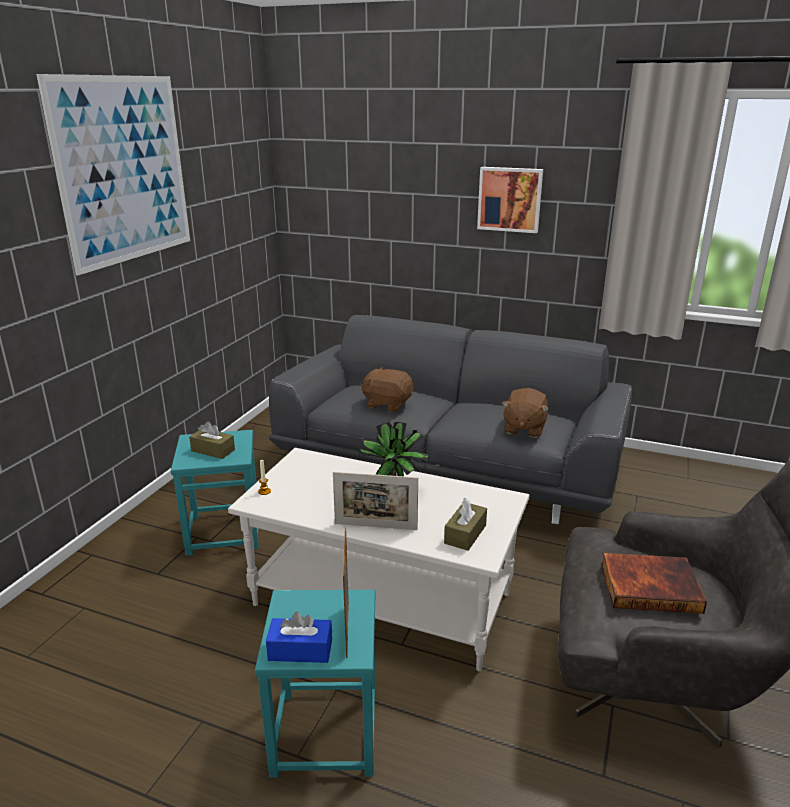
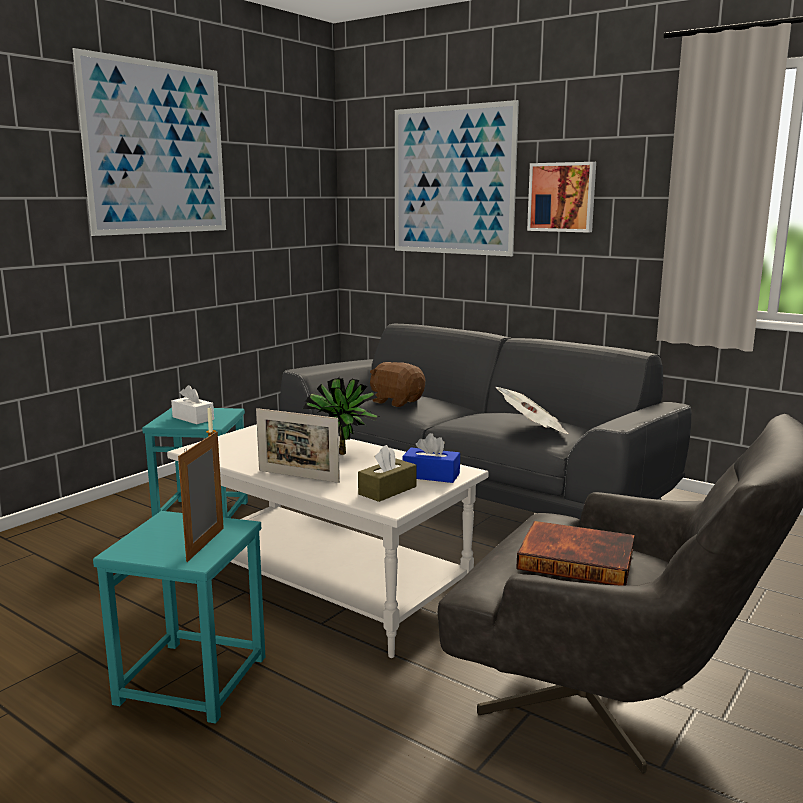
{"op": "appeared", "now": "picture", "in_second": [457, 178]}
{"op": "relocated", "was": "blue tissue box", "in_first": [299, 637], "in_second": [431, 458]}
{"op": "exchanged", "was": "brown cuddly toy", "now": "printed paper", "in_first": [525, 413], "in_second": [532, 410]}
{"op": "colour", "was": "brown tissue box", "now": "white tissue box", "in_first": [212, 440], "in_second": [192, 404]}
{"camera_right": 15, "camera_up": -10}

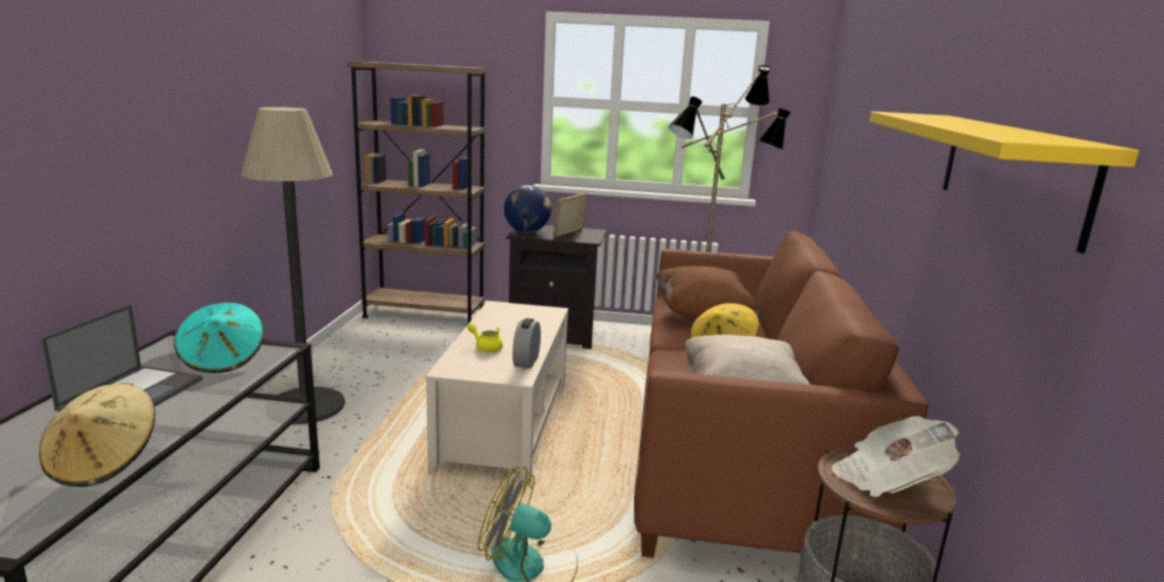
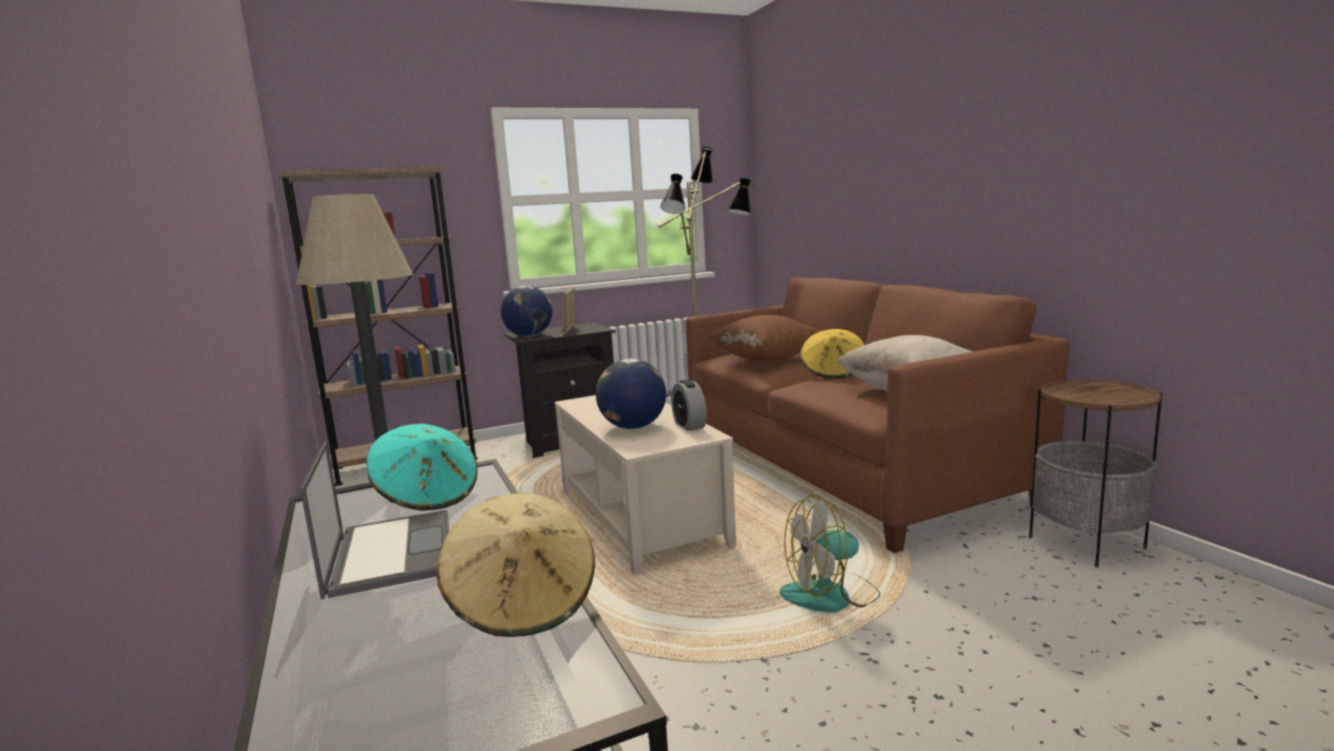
{"op": "missing", "was": "printed paper", "in_first": [896, 456]}
{"op": "missing", "was": "yellow-coloured bracket shelf", "in_first": [1004, 182]}
{"op": "exchanged", "was": "yellow-coloured teapot", "now": "world globe", "in_first": [485, 337], "in_second": [631, 393]}
{"camera_right": -30, "camera_up": -5}

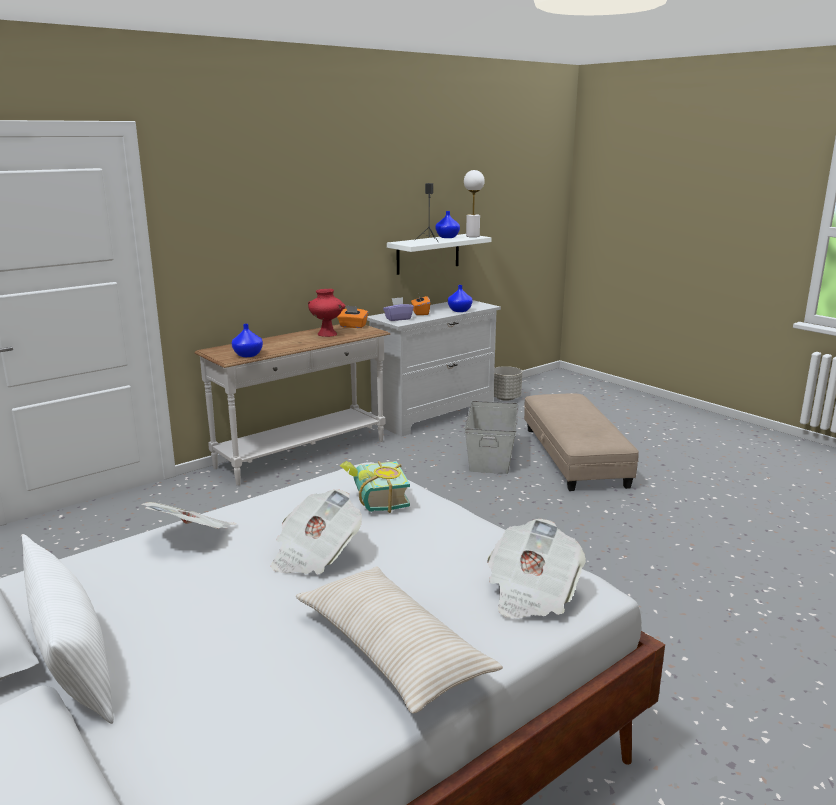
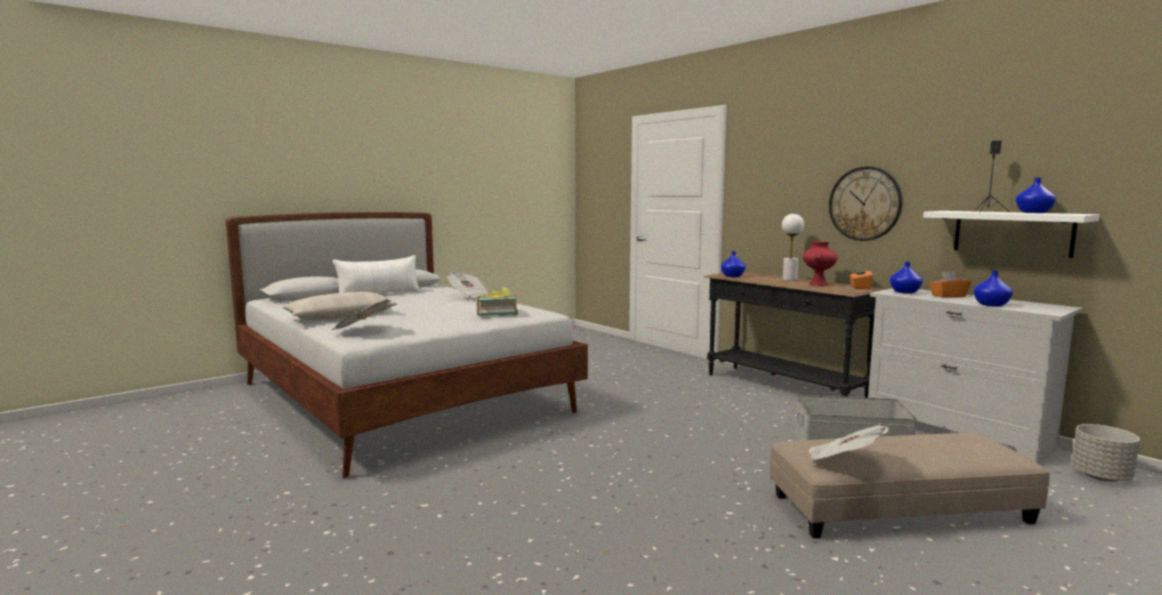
{"op": "appeared", "now": "clock on the wall", "in_second": [866, 204]}
{"op": "relocated", "was": "printed paper", "in_first": [316, 531], "in_second": [848, 443]}
{"op": "relocated", "was": "white tabletop lamp", "in_first": [474, 203], "in_second": [793, 247]}
{"op": "exchanged", "was": "purplish tissue box", "now": "blue flower vase", "in_first": [398, 309], "in_second": [906, 278]}
{"op": "colour", "was": "white hall table", "now": "black-coloured hall table", "in_first": [292, 405], "in_second": [795, 335]}
{"camera_right": 90, "camera_up": -10}

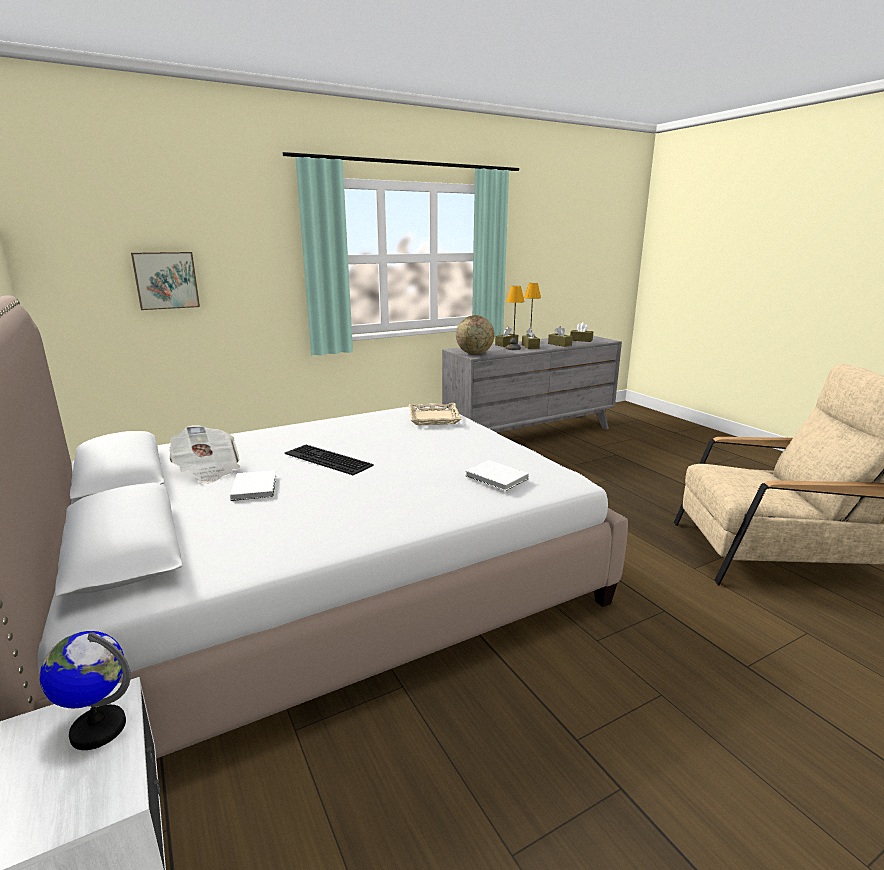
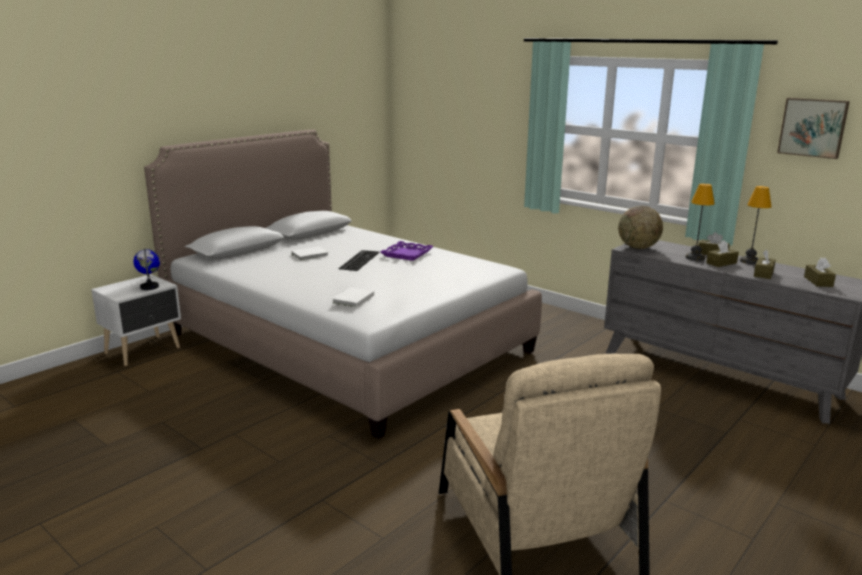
{"op": "missing", "was": "printed paper", "in_first": [204, 454]}
{"op": "missing", "was": "sand-coloured carrying tray", "in_first": [435, 414]}
{"op": "appeared", "now": "purplish carrying tray", "in_second": [407, 251]}
{"op": "relocated", "was": "picture", "in_first": [165, 281], "in_second": [813, 128]}
{"camera_right": 70, "camera_up": 0}

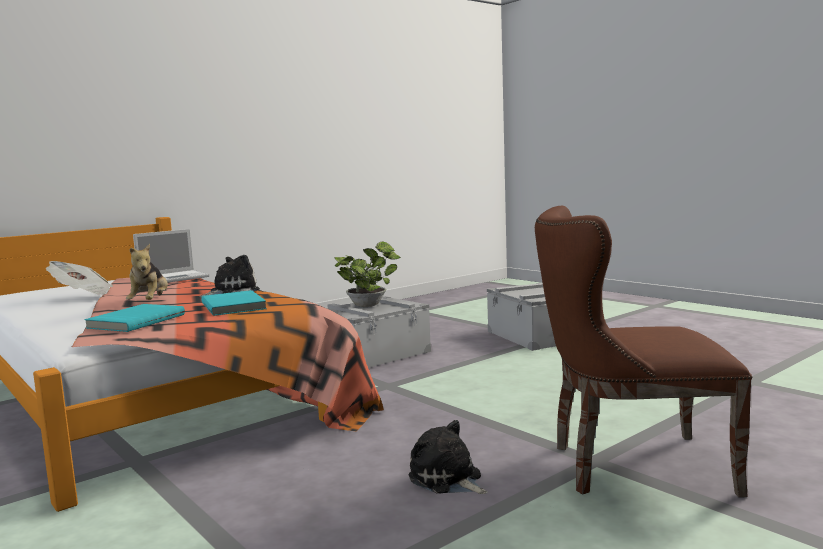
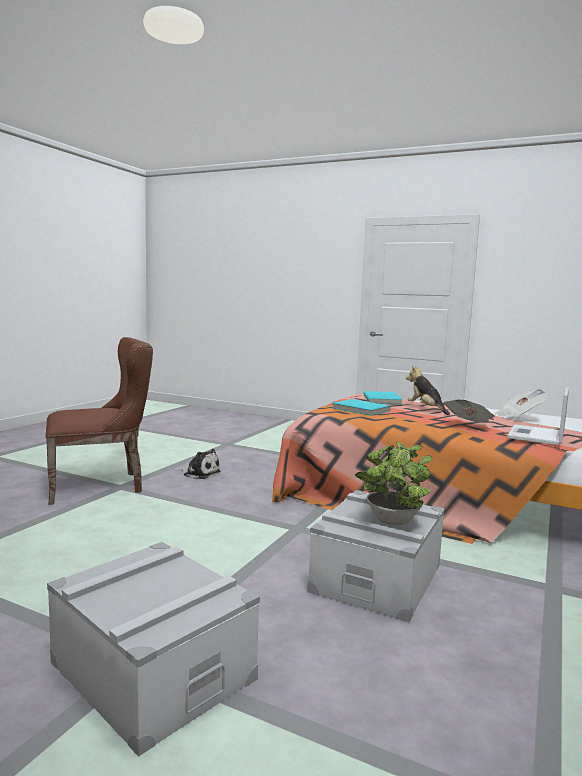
{"op": "missing", "was": "cuddly toy", "in_first": [230, 276]}
{"op": "appeared", "now": "printed paper", "in_second": [469, 411]}
{"camera_right": 155, "camera_up": 0}

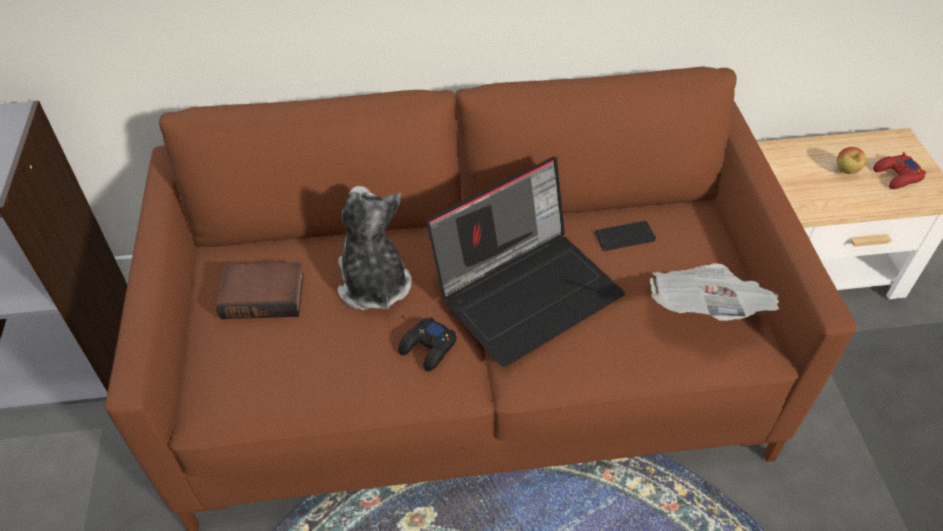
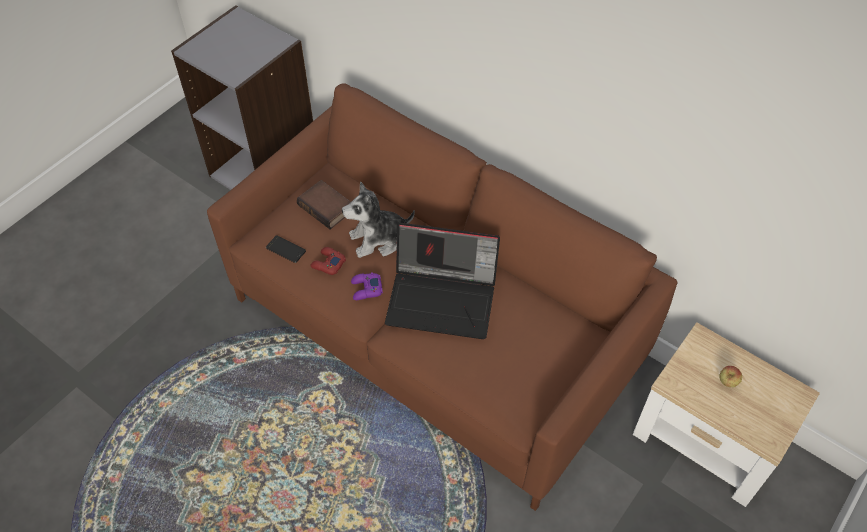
{"op": "missing", "was": "printed paper", "in_first": [714, 292]}
{"op": "relocated", "was": "phone", "in_first": [625, 236], "in_second": [286, 249]}
{"op": "relocated", "was": "red-coloured game controller", "in_first": [899, 170], "in_second": [328, 261]}
{"op": "colour", "was": "black-coloured game controller", "now": "purplish game controller", "in_first": [427, 344], "in_second": [367, 286]}
{"op": "spun", "was": "cuddly toy", "in_first": [374, 248], "in_second": [378, 219], "clockwise": -135}
{"camera_right": 45, "camera_up": 5}

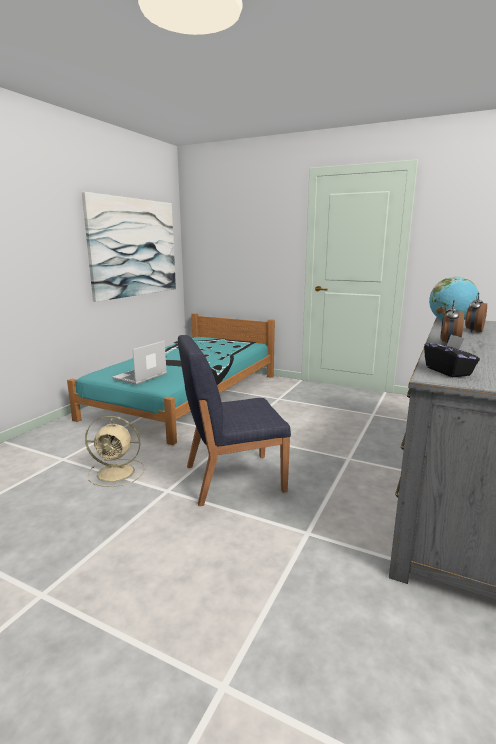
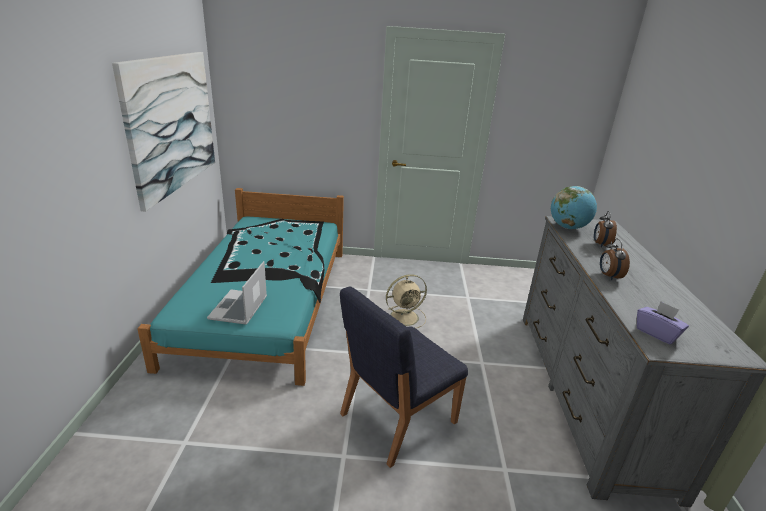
{"op": "relocated", "was": "sand-coloured cooling fan", "in_first": [114, 451], "in_second": [406, 301]}
{"op": "colour", "was": "black-coloured tissue box", "now": "purplish tissue box", "in_first": [452, 355], "in_second": [663, 323]}
{"camera_right": -25, "camera_up": 10}

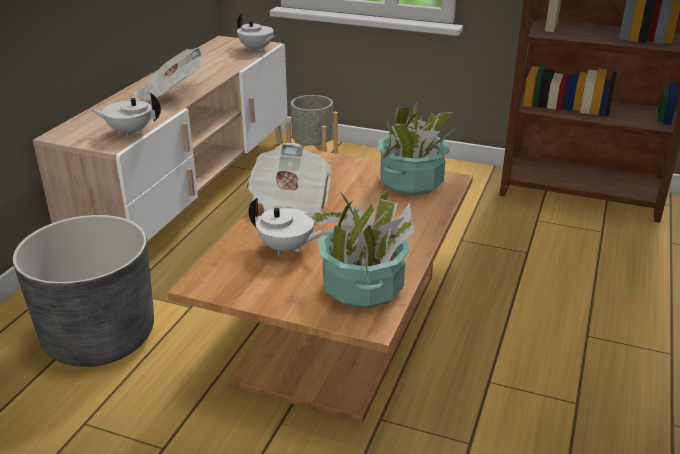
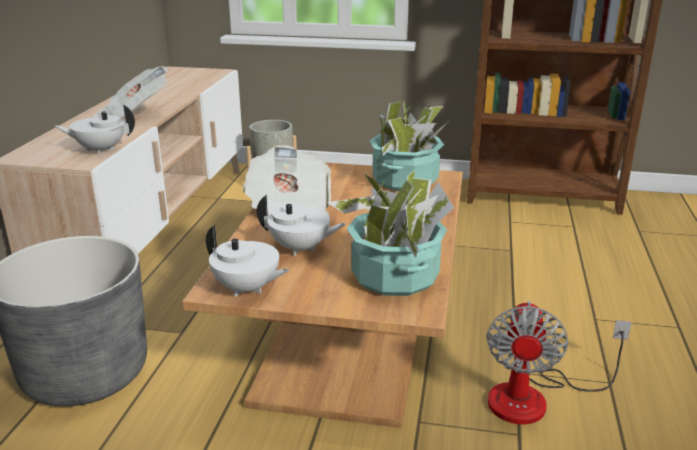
{"op": "appeared", "now": "cooling fan", "in_second": [558, 362]}
{"op": "relocated", "was": "white teapot", "in_first": [256, 33], "in_second": [247, 261]}
{"camera_right": -10, "camera_up": -5}

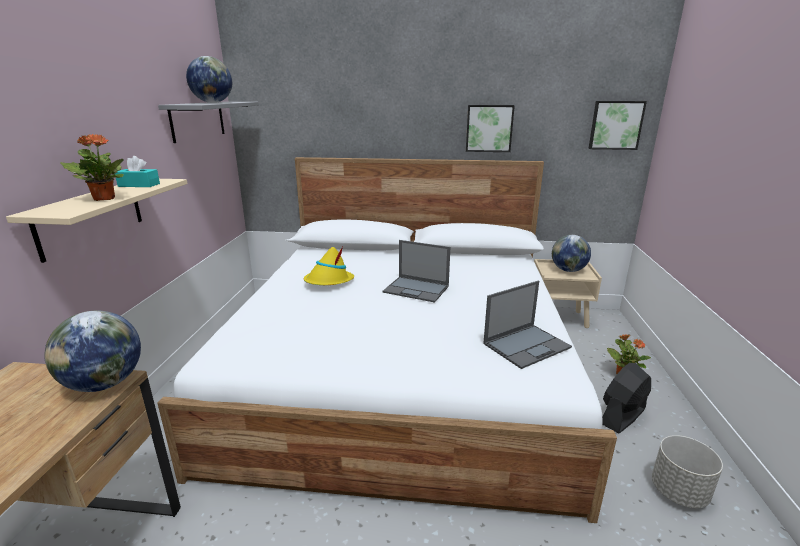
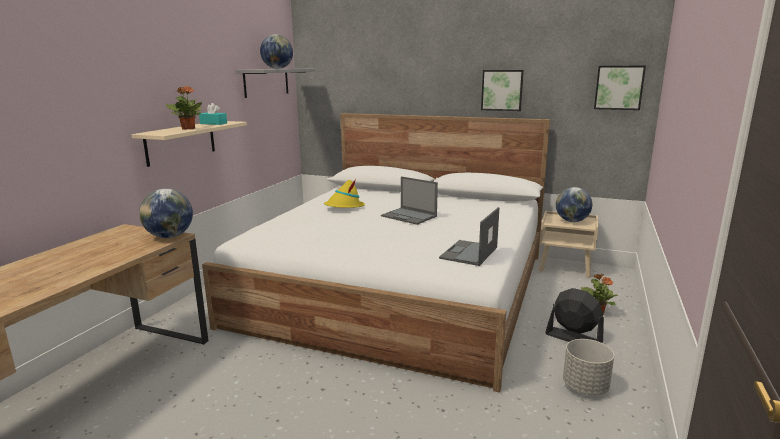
{"op": "spun", "was": "portable computer", "in_first": [527, 325], "in_second": [469, 236], "clockwise": 135}
{"op": "spun", "was": "black-coloured cooling fan", "in_first": [626, 398], "in_second": [574, 315], "clockwise": 60}
{"camera_right": 15, "camera_up": -5}

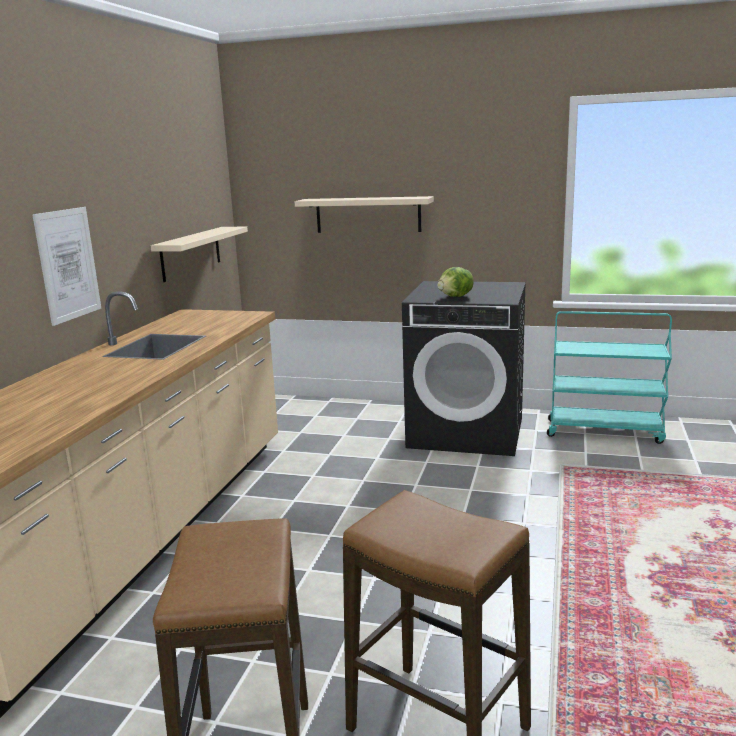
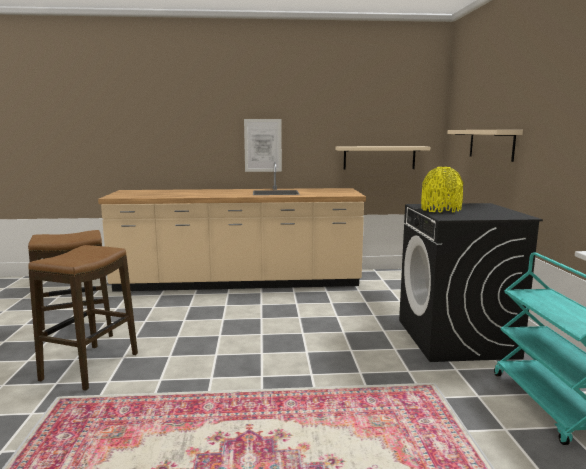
{"op": "exchanged", "was": "lettuce", "now": "yellow-coloured flower vase", "in_first": [455, 282], "in_second": [442, 190]}
{"camera_right": 70, "camera_up": -5}

